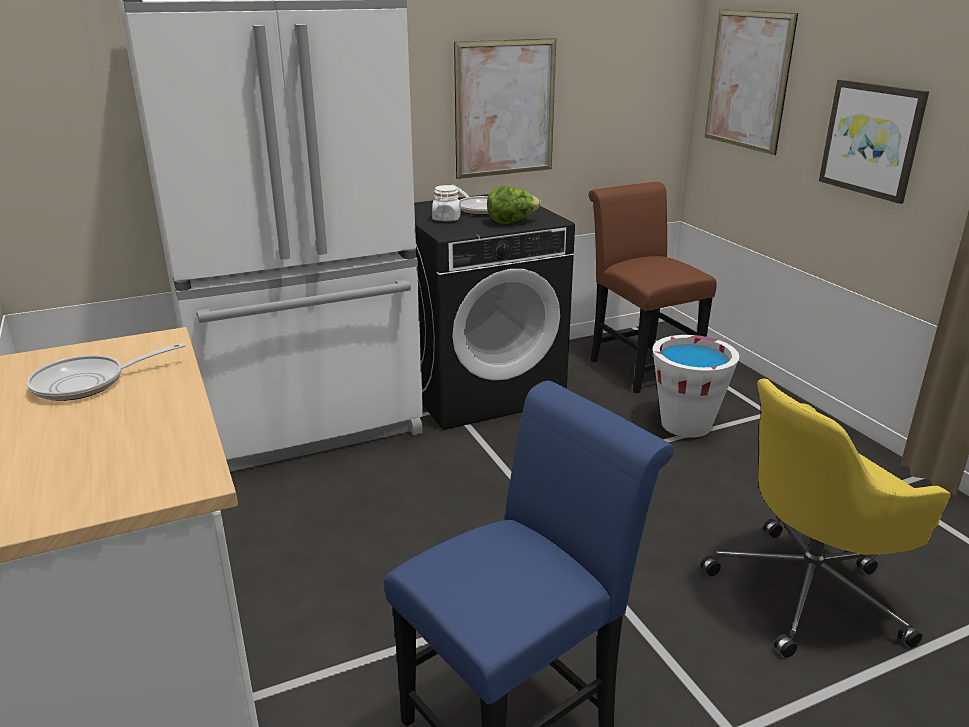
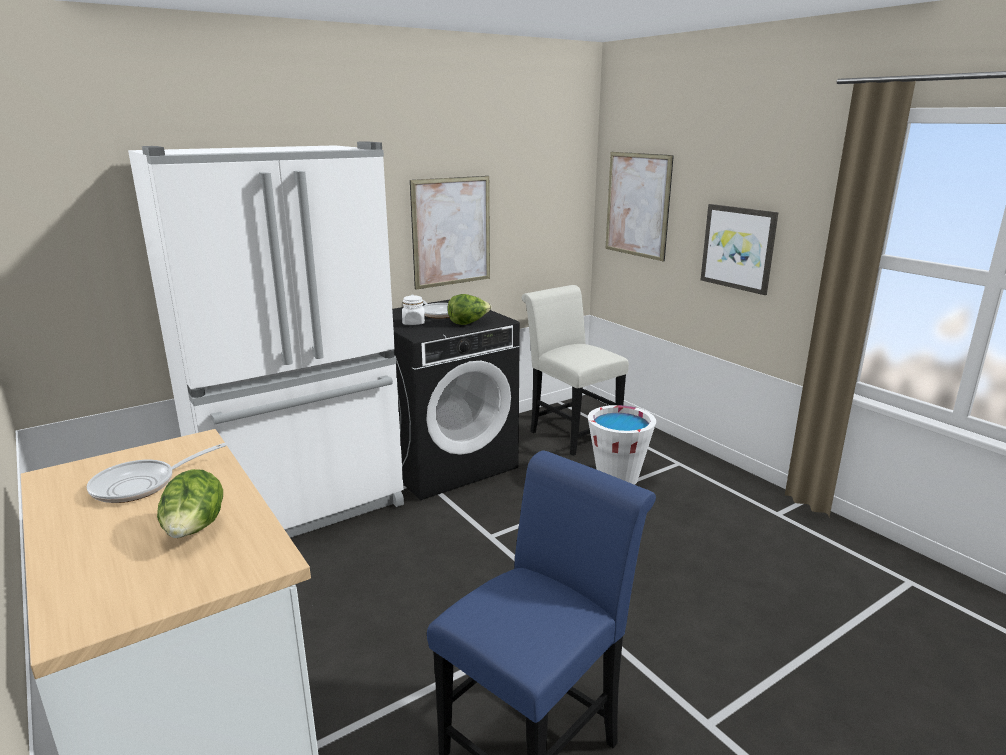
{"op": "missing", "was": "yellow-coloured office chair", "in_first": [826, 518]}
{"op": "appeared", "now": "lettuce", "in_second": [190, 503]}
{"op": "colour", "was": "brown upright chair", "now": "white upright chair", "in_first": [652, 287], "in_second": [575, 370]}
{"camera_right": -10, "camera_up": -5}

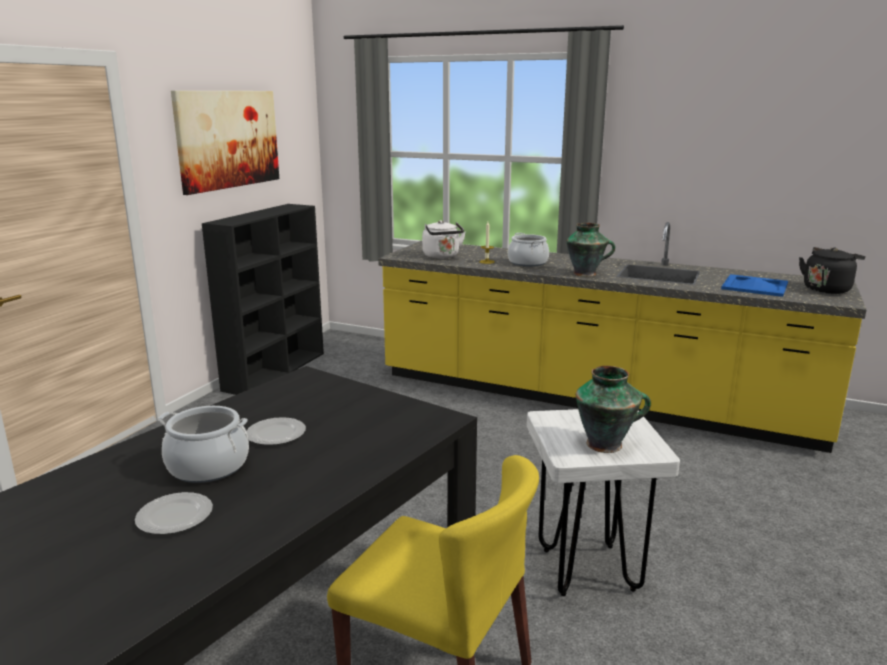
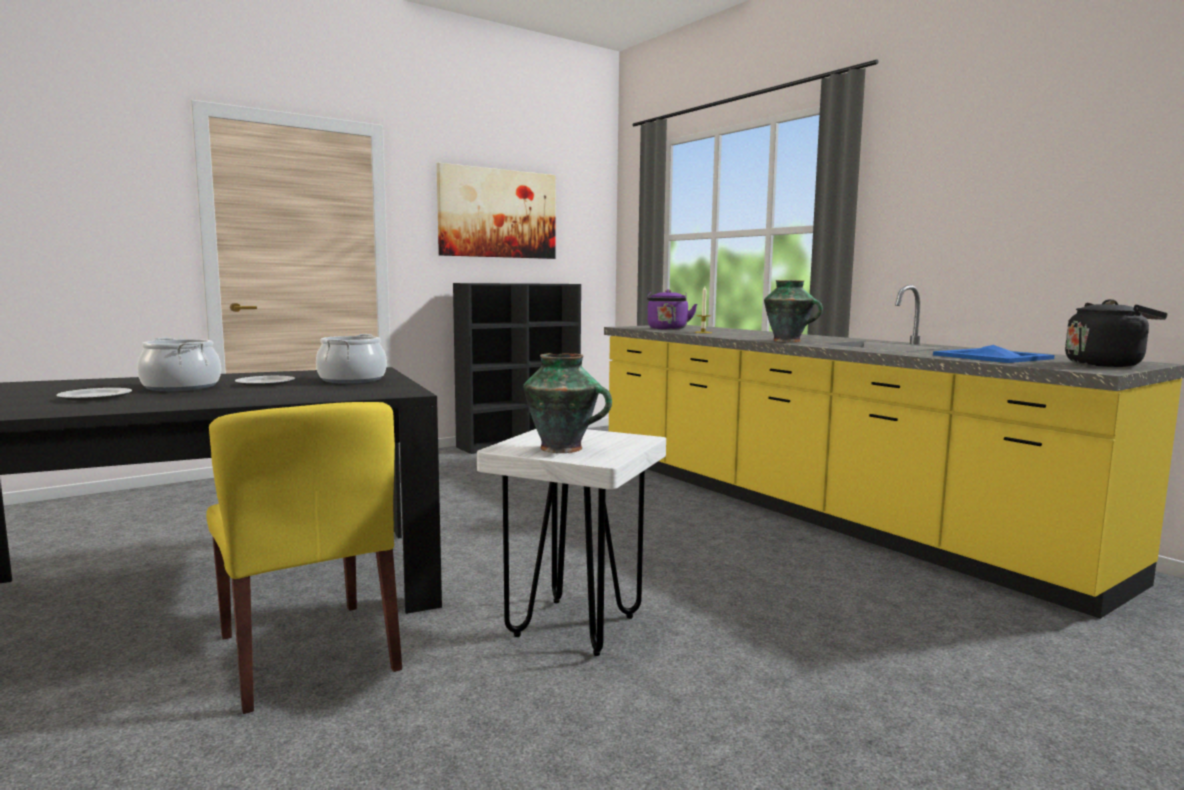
{"op": "relocated", "was": "saucepot", "in_first": [528, 250], "in_second": [351, 359]}
{"op": "colour", "was": "white water kettle", "now": "purplish water kettle", "in_first": [444, 239], "in_second": [672, 309]}
{"camera_right": 30, "camera_up": -10}

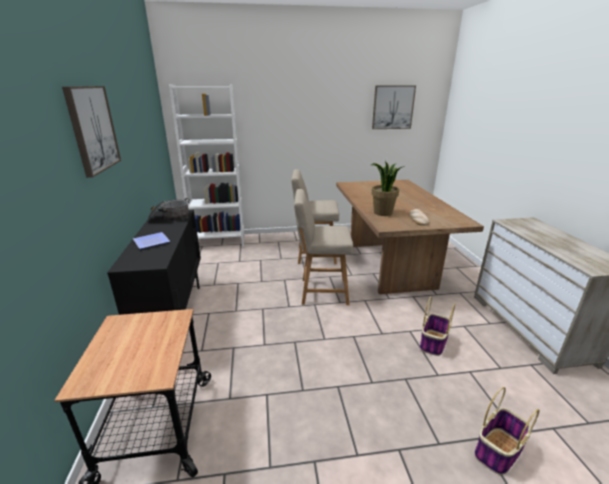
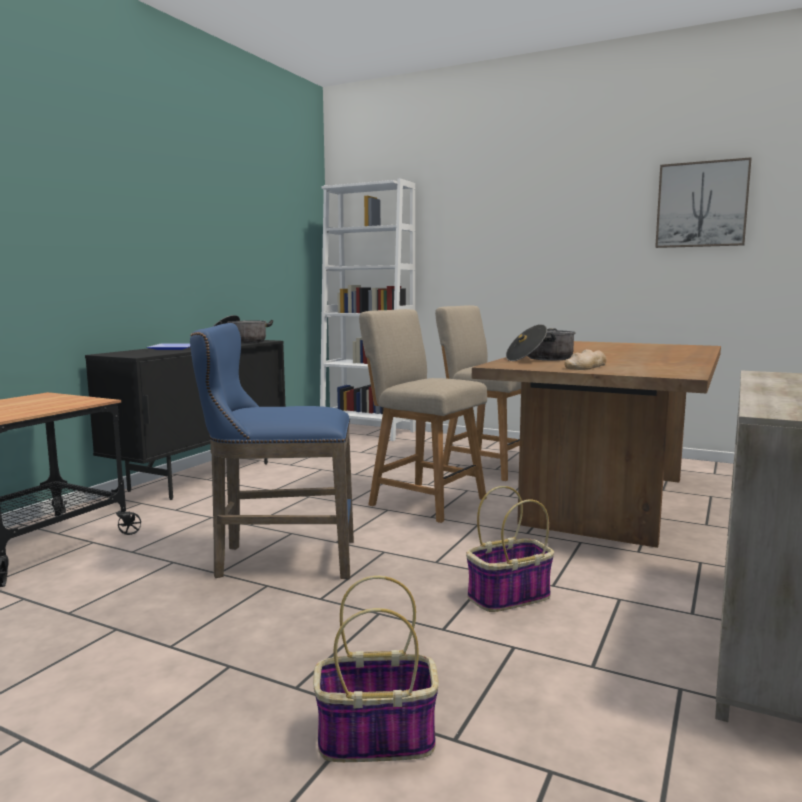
{"op": "missing", "was": "picture", "in_first": [91, 132]}
{"op": "appeared", "now": "blue sitting stool", "in_second": [272, 451]}
{"op": "exchanged", "was": "potted plant", "now": "saucepot", "in_first": [388, 188], "in_second": [541, 342]}
{"camera_right": 35, "camera_up": -15}

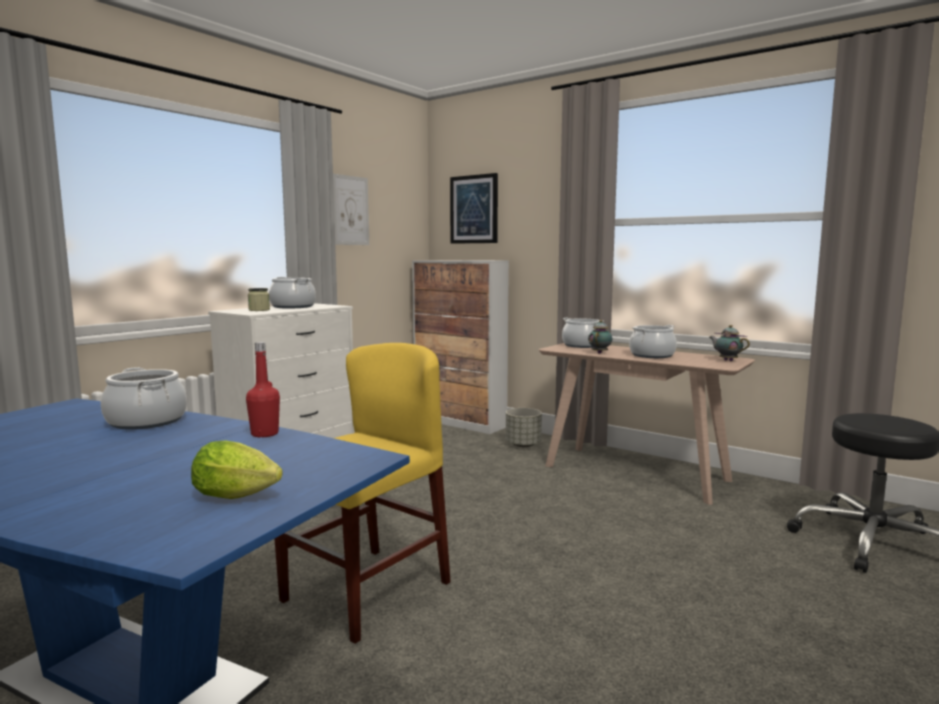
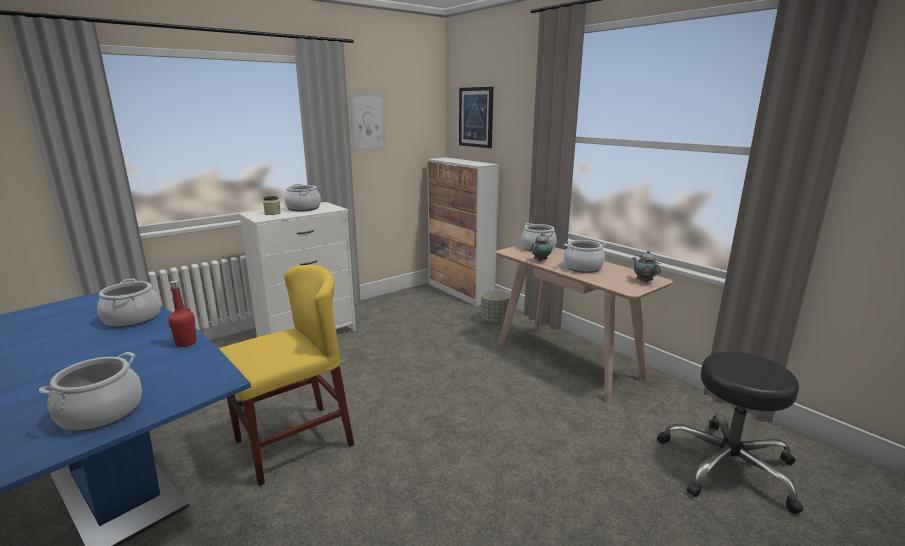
{"op": "exchanged", "was": "lettuce", "now": "saucepot", "in_first": [237, 469], "in_second": [90, 391]}
{"camera_right": 15, "camera_up": 10}

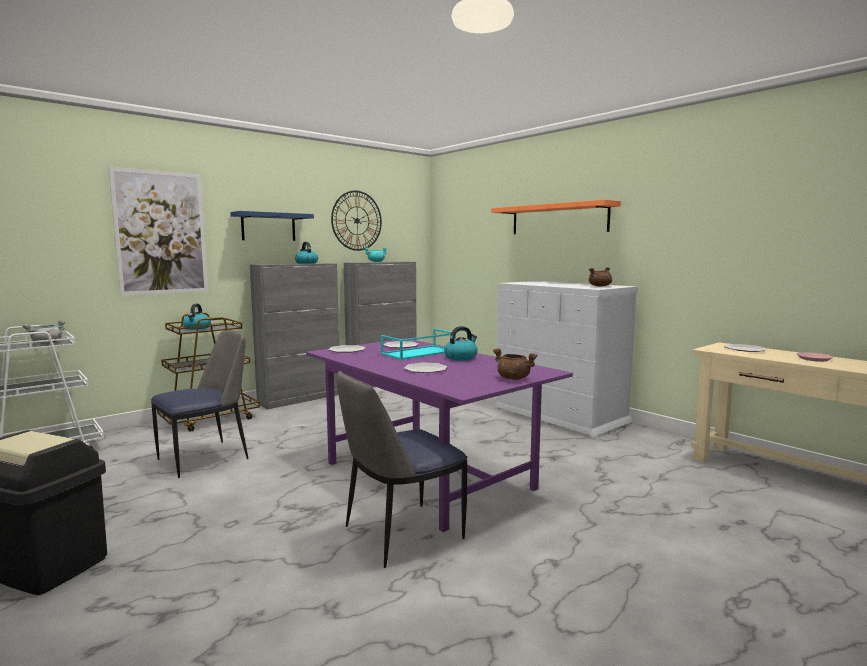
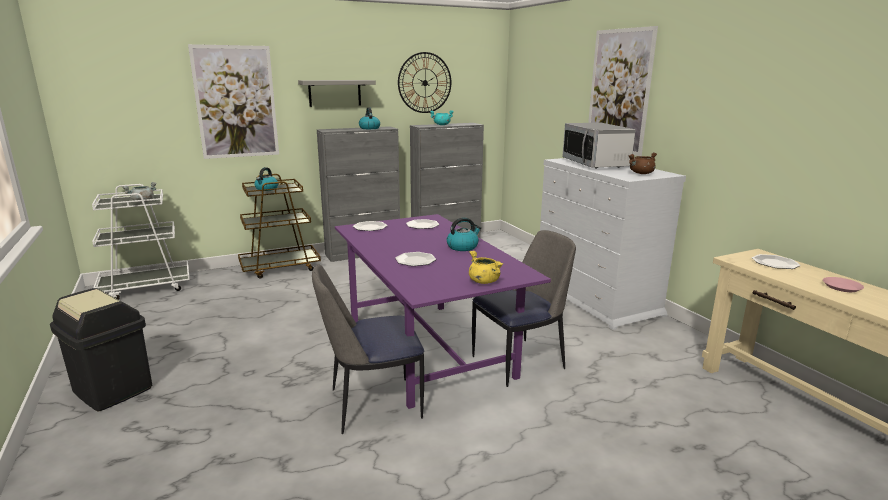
{"op": "missing", "was": "blue-green carrying tray", "in_first": [418, 344]}
{"op": "appeared", "now": "microwave oven", "in_second": [599, 146]}
{"op": "relocated", "was": "upright chair", "in_first": [199, 404], "in_second": [524, 308]}
{"op": "exchanged", "was": "orange-coloured bracket shelf", "now": "picture", "in_first": [556, 216], "in_second": [623, 91]}
{"op": "colour", "was": "blue bracket shelf", "now": "gray bracket shelf", "in_first": [272, 226], "in_second": [337, 93]}
{"op": "colour", "was": "brown saucepot", "now": "yellow-coloured saucepot", "in_first": [515, 364], "in_second": [486, 267]}
{"camera_right": 15, "camera_up": 10}

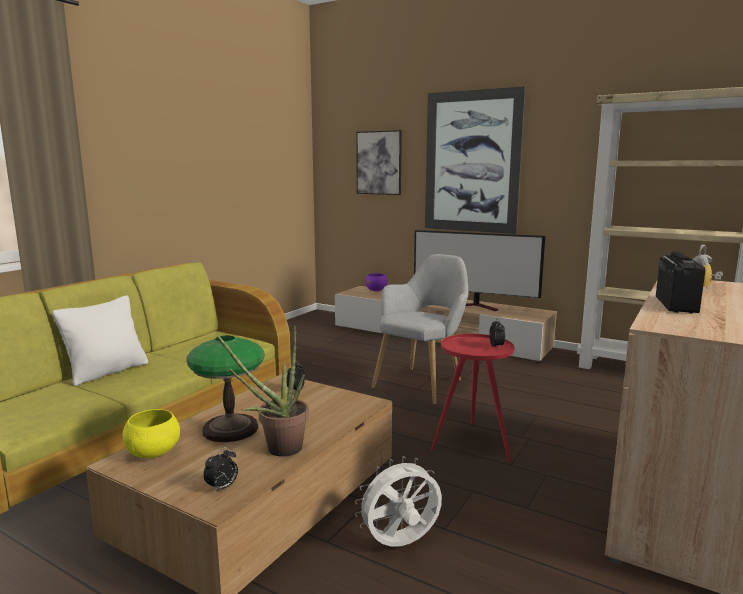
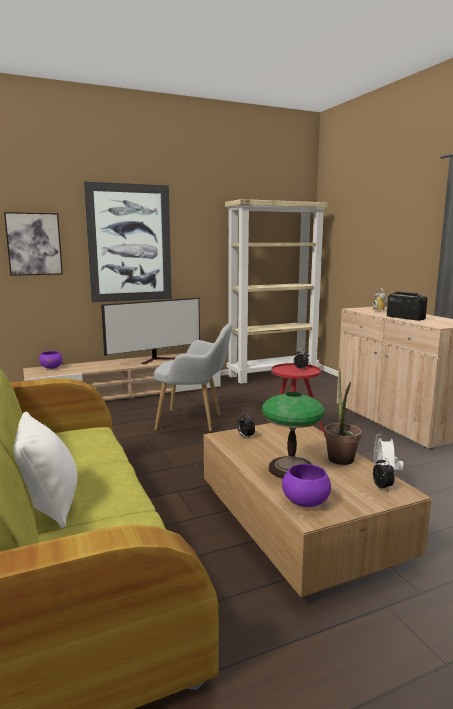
{"op": "colour", "was": "yellow-coloured bowl", "now": "purplish bowl", "in_first": [151, 433], "in_second": [306, 485]}
{"op": "spun", "was": "gray easy chair", "in_first": [420, 329], "in_second": [193, 377], "clockwise": 120}
{"camera_right": -55, "camera_up": 0}

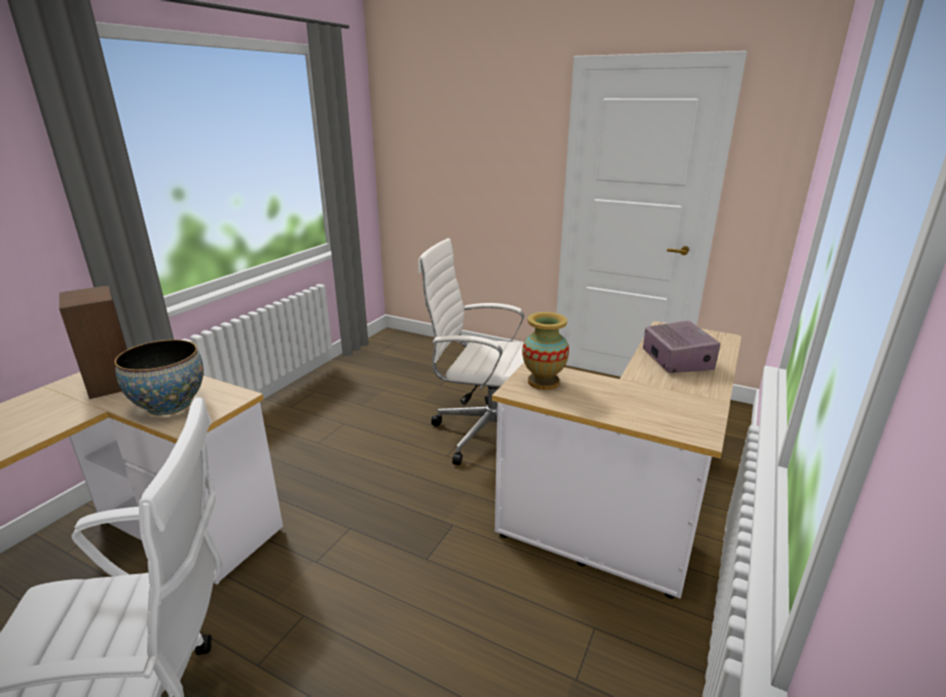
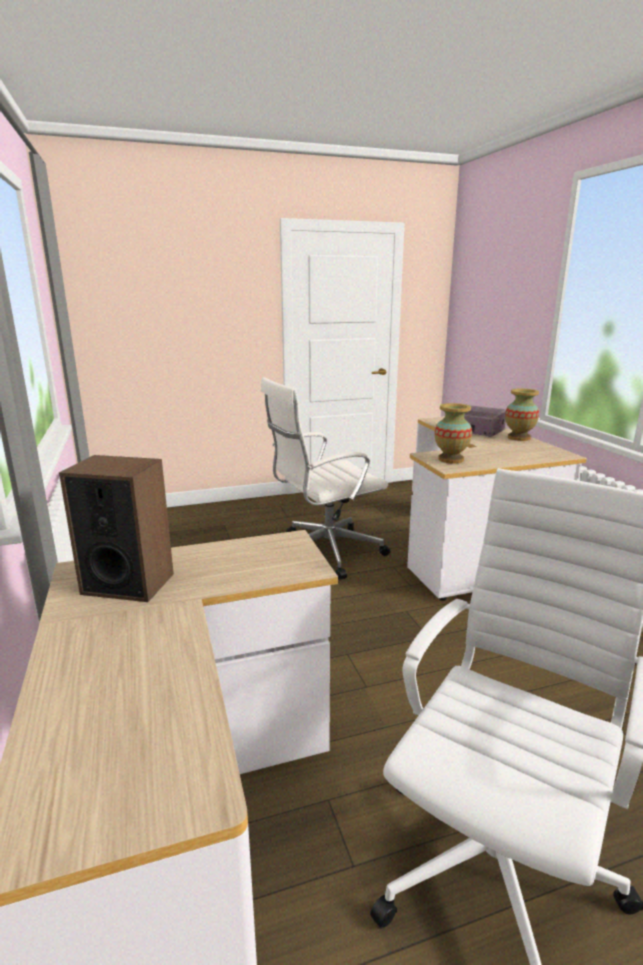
{"op": "missing", "was": "bowl", "in_first": [159, 378]}
{"op": "appeared", "now": "flower vase", "in_second": [522, 415]}
{"camera_right": -45, "camera_up": -5}

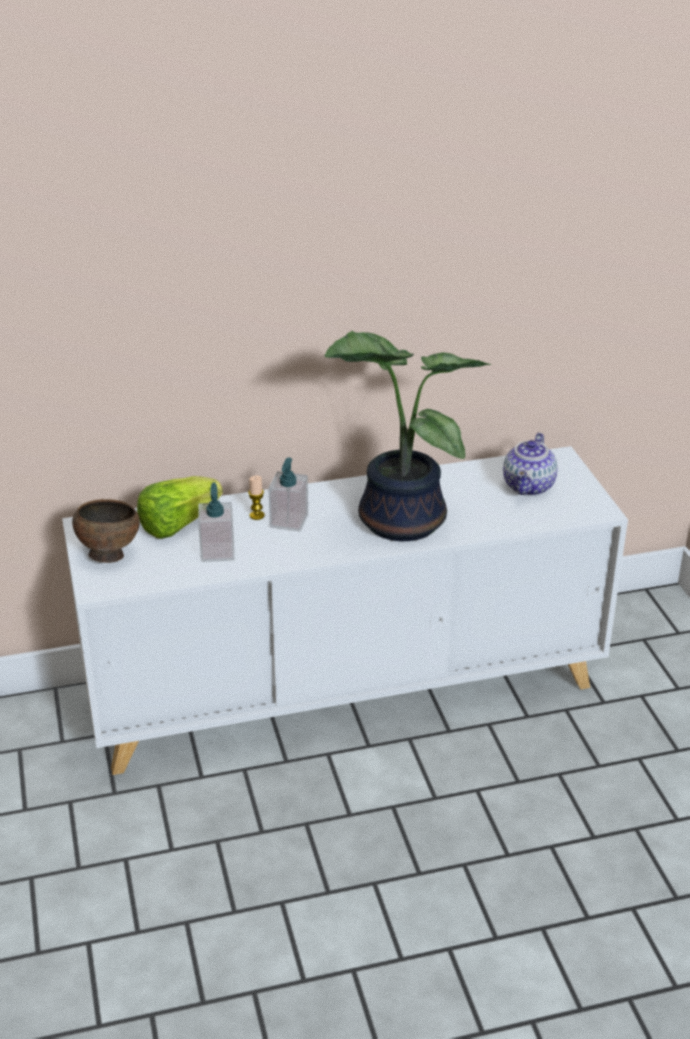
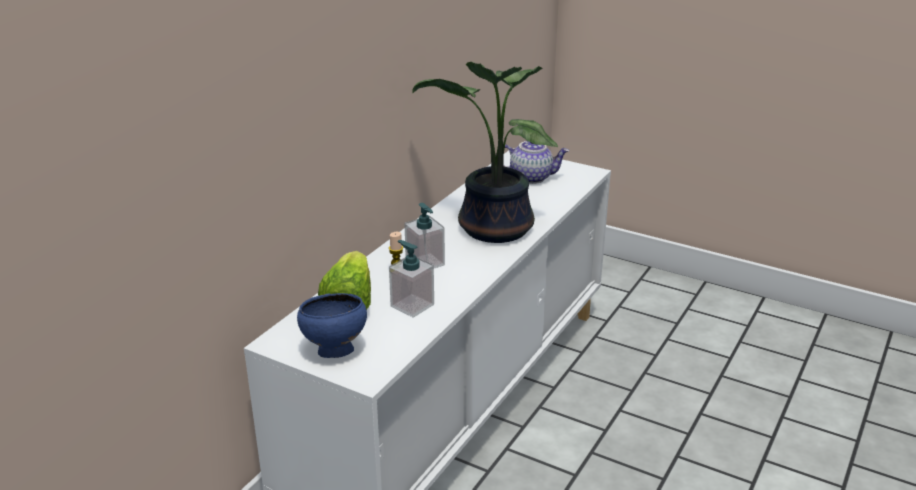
{"op": "colour", "was": "brown bowl", "now": "blue bowl", "in_first": [106, 531], "in_second": [332, 325]}
{"op": "spun", "was": "teapot", "in_first": [530, 464], "in_second": [532, 162], "clockwise": -60}
{"camera_right": -45, "camera_up": -5}

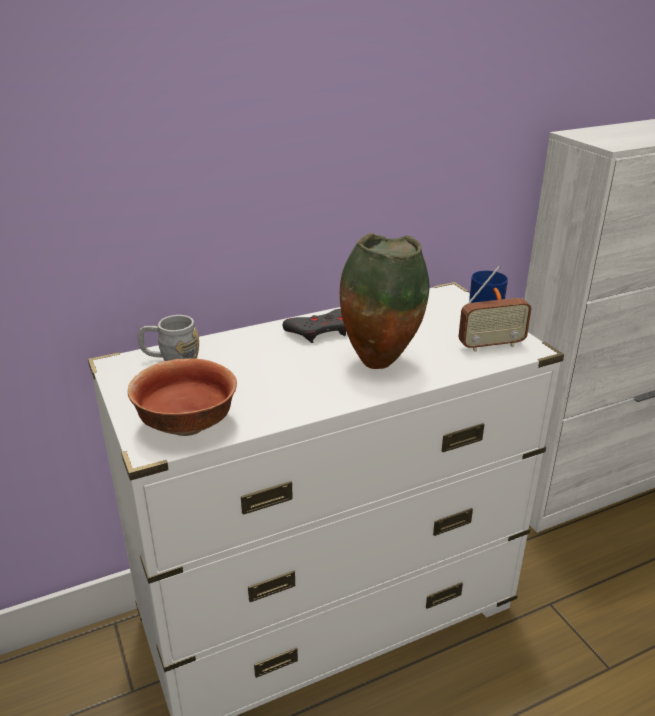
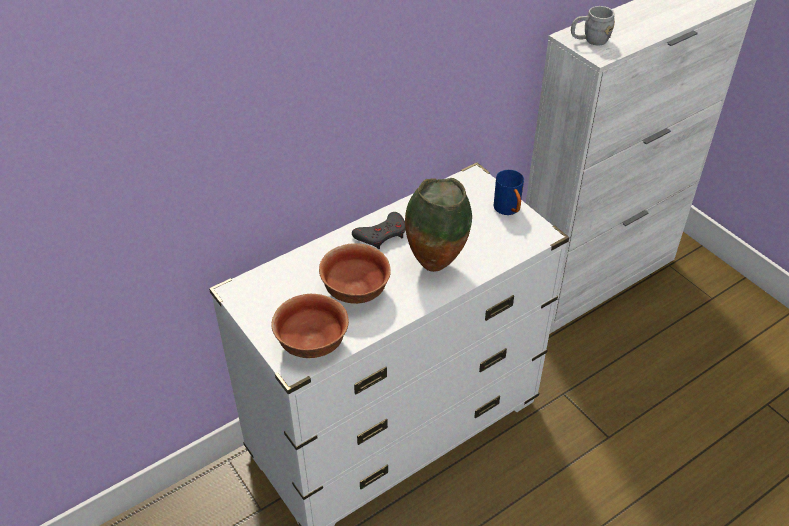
{"op": "missing", "was": "radio set", "in_first": [495, 309]}
{"op": "appeared", "now": "bowl", "in_second": [355, 273]}
{"op": "relocated", "was": "gray mug", "in_first": [168, 338], "in_second": [593, 26]}
{"camera_right": -10, "camera_up": 15}

